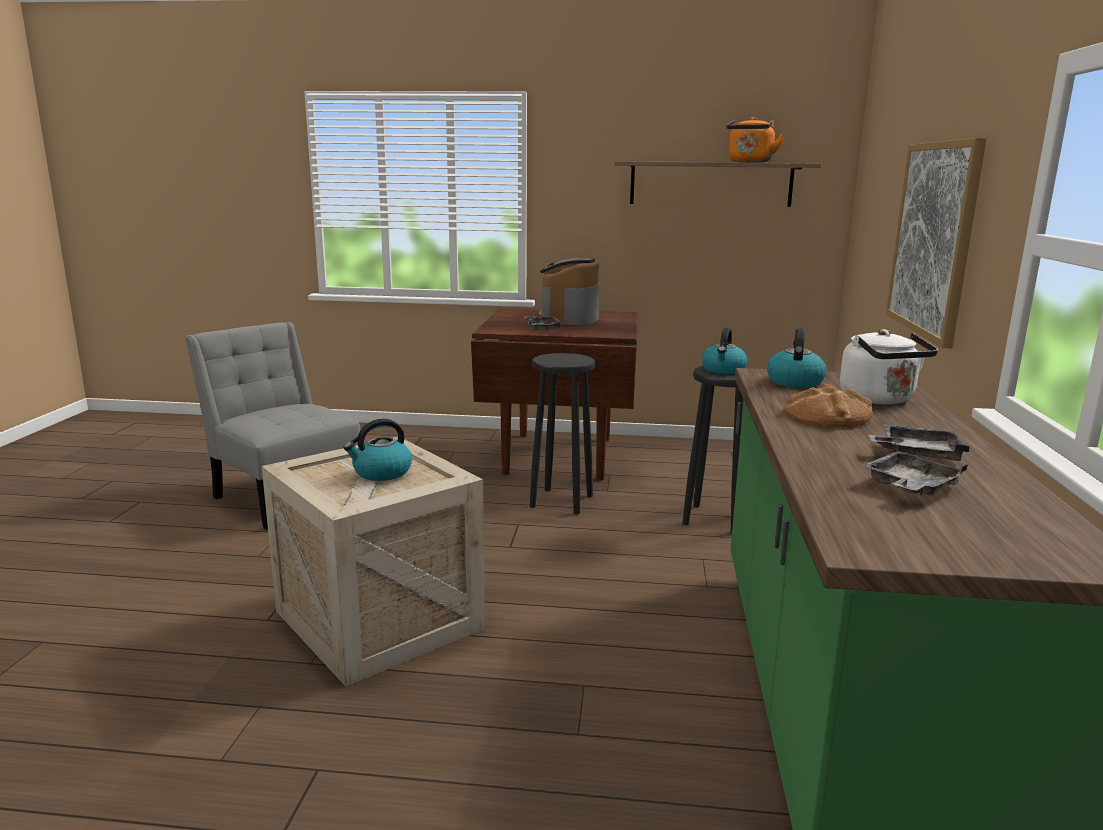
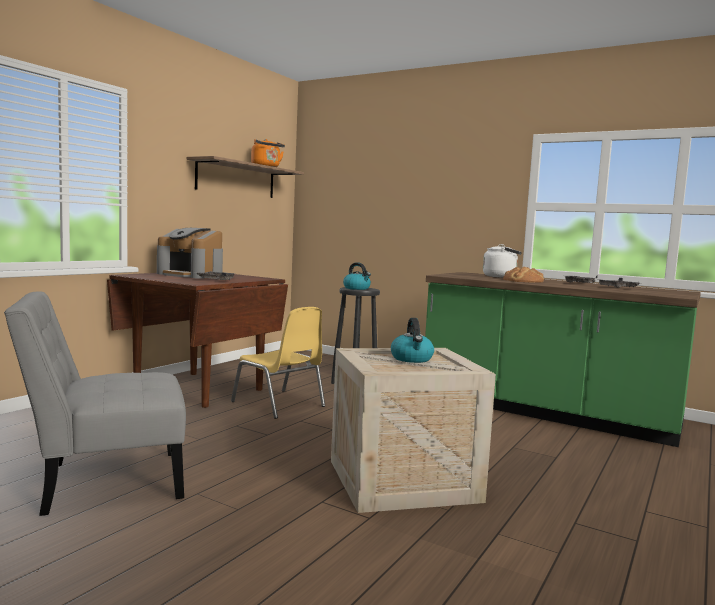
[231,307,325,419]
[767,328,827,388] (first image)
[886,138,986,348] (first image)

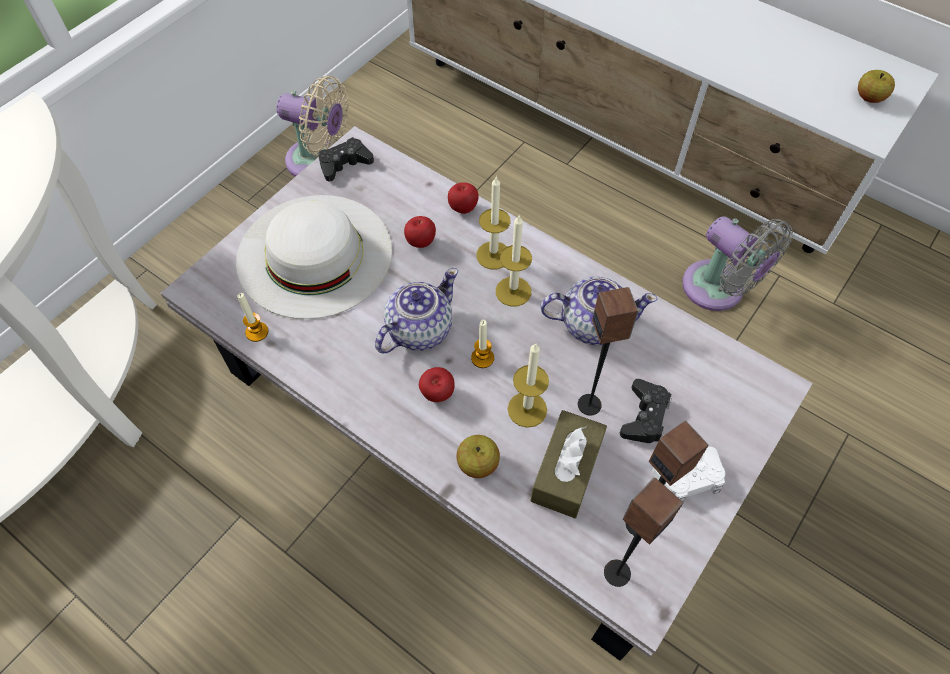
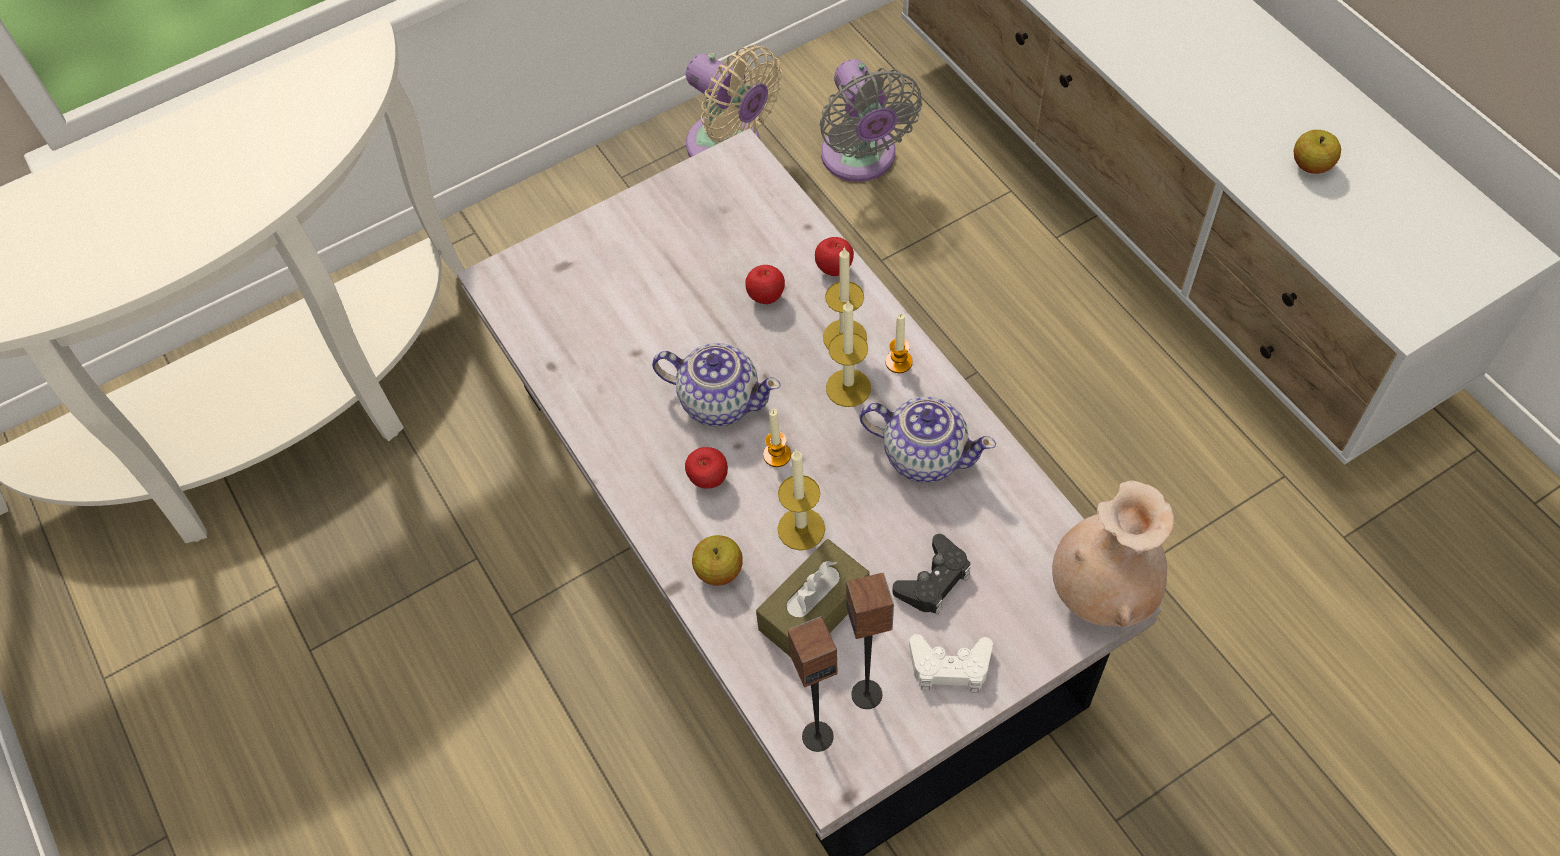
[652,343,781,426]
[820,59,922,182]
[885,314,913,373]
[1052,480,1174,627]
[1294,130,1341,174]
[236,195,392,319] (first image)
[319,137,374,181] (first image)
[578,287,638,416] (first image)

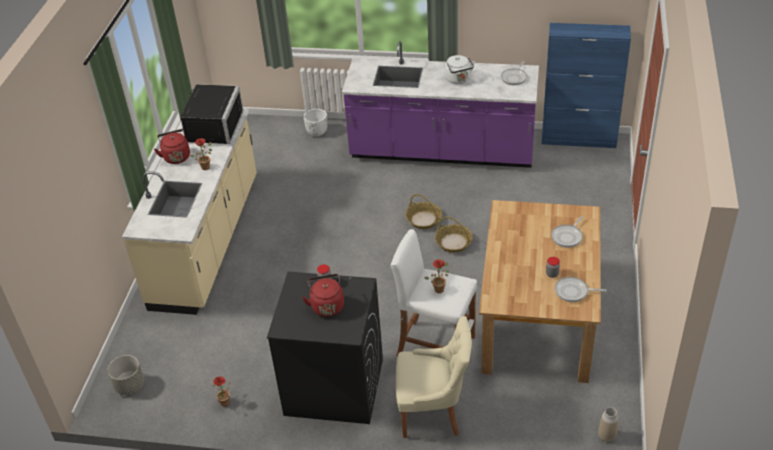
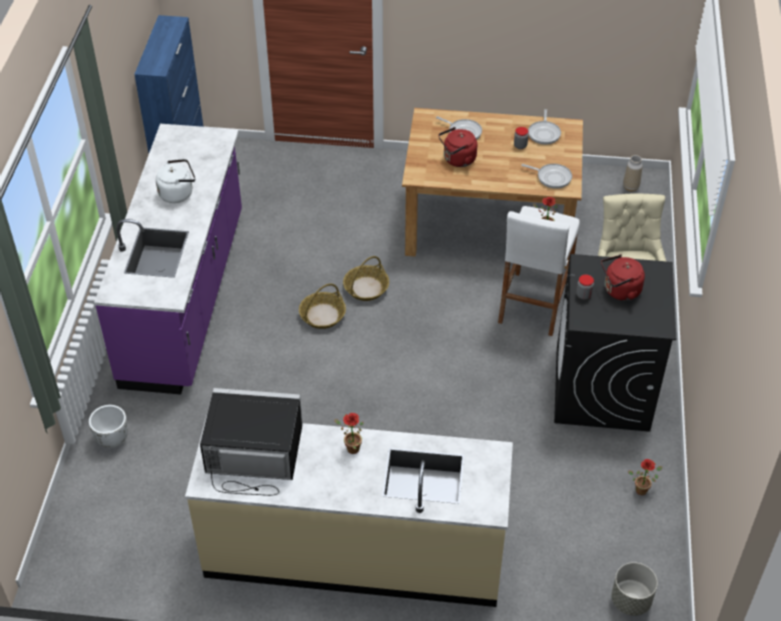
[438,127,477,167]
[521,164,572,189]

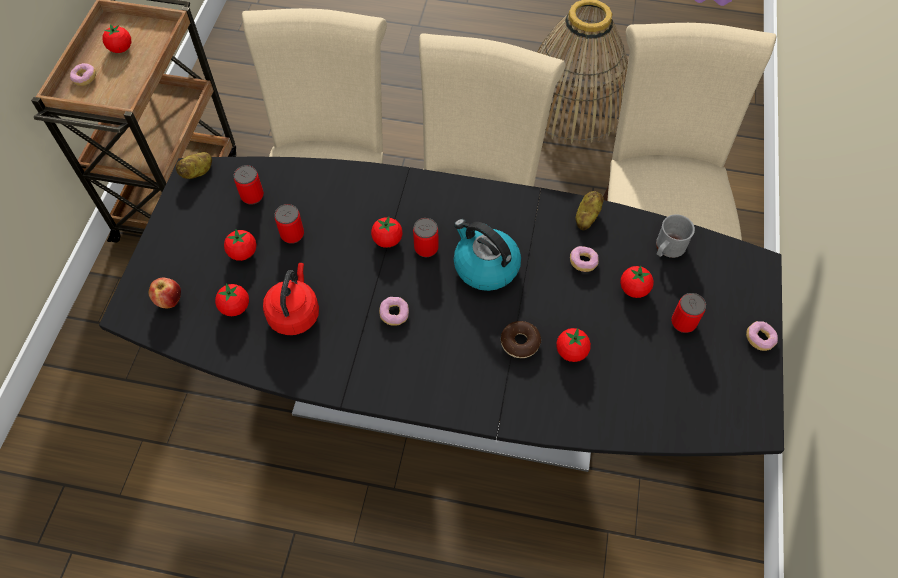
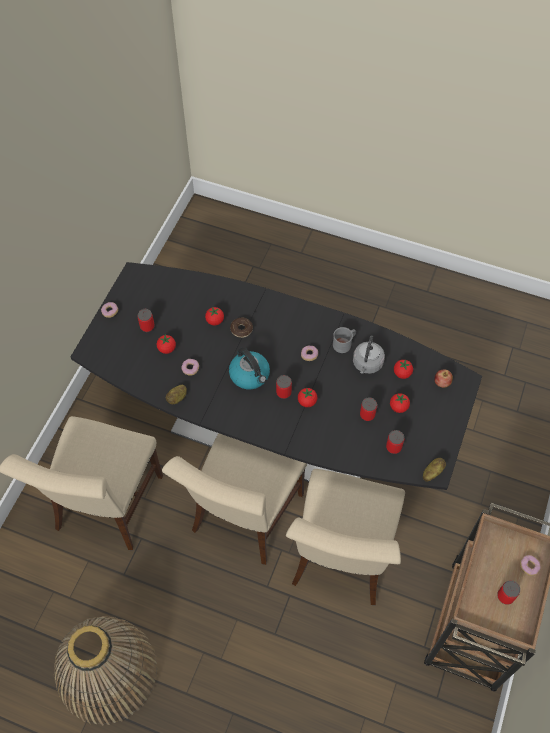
[333,327,356,353]
[353,335,385,374]
[497,580,520,605]

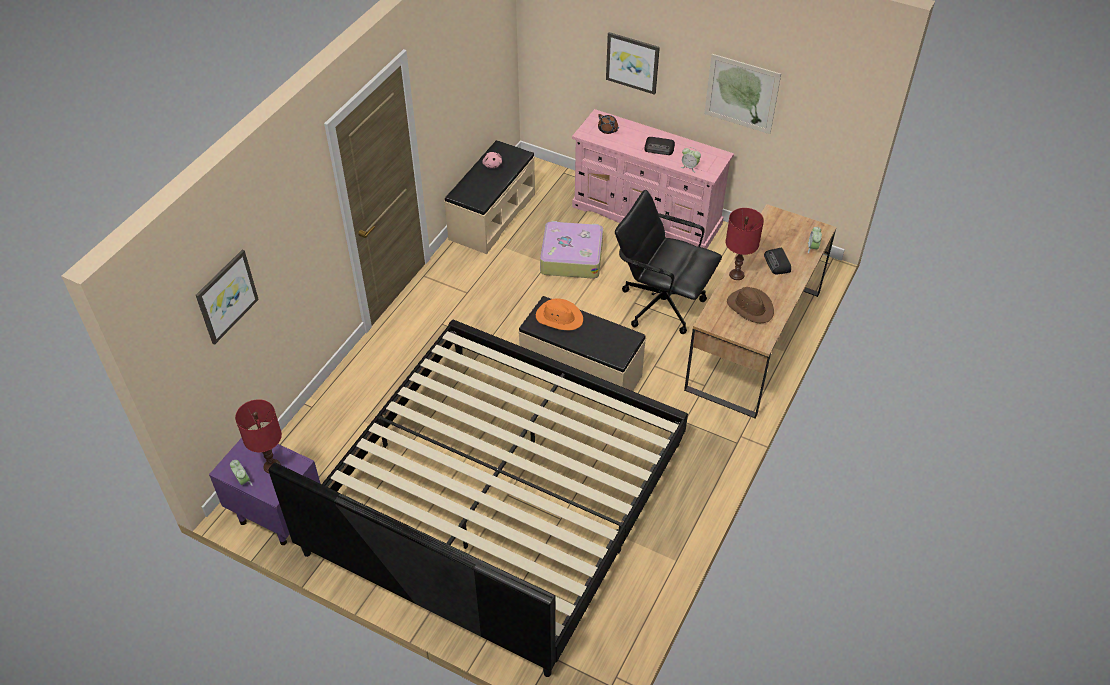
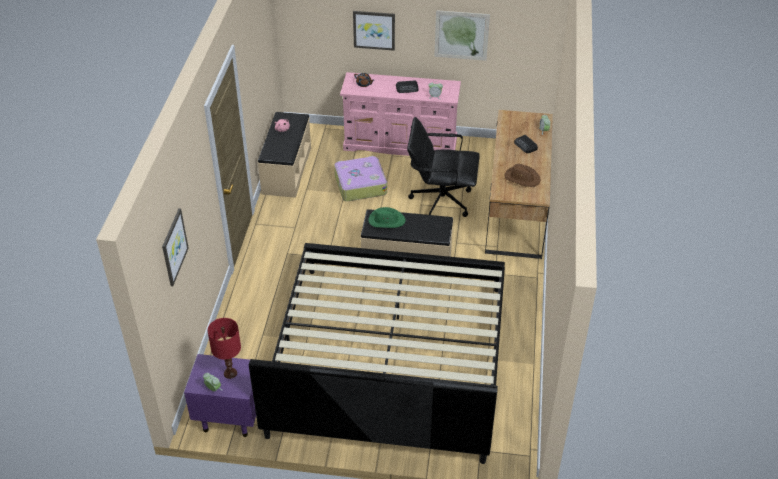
[368,207,406,228]
[726,208,764,280] (first image)

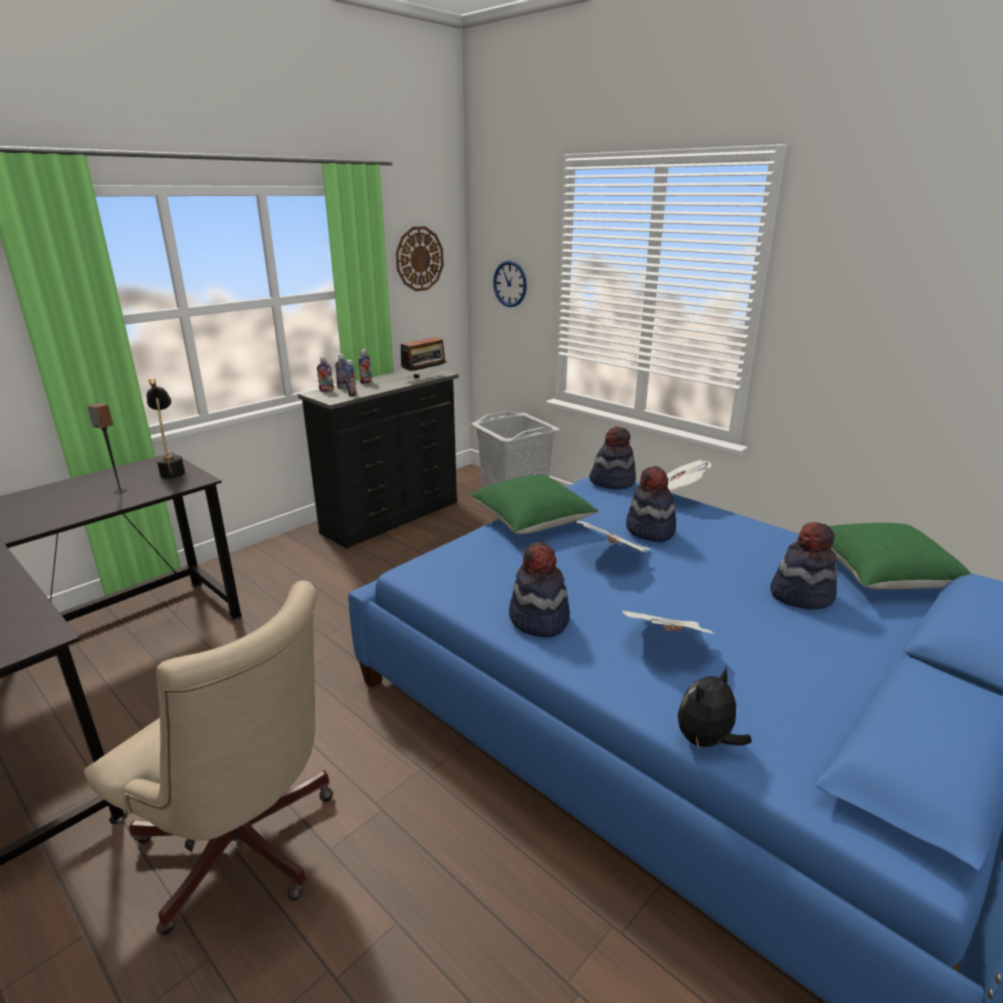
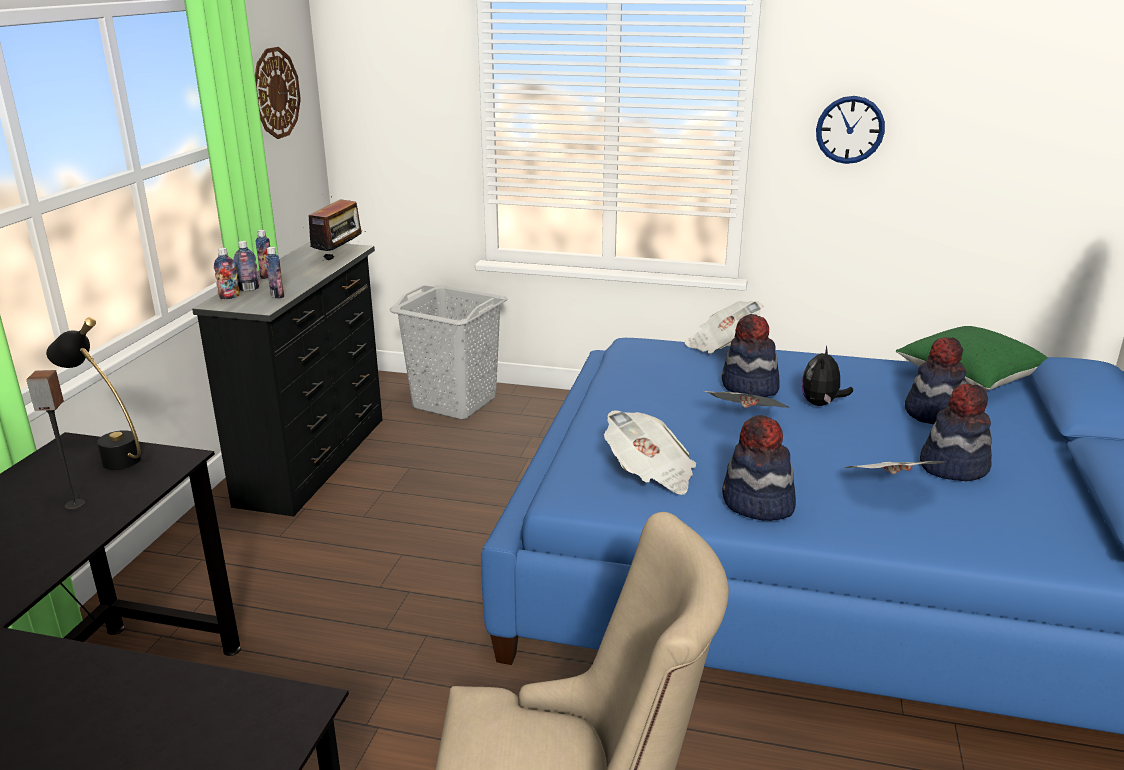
[604,410,696,495]
[802,346,853,406]
[816,96,885,164]
[920,384,992,481]
[469,475,598,534] (first image)

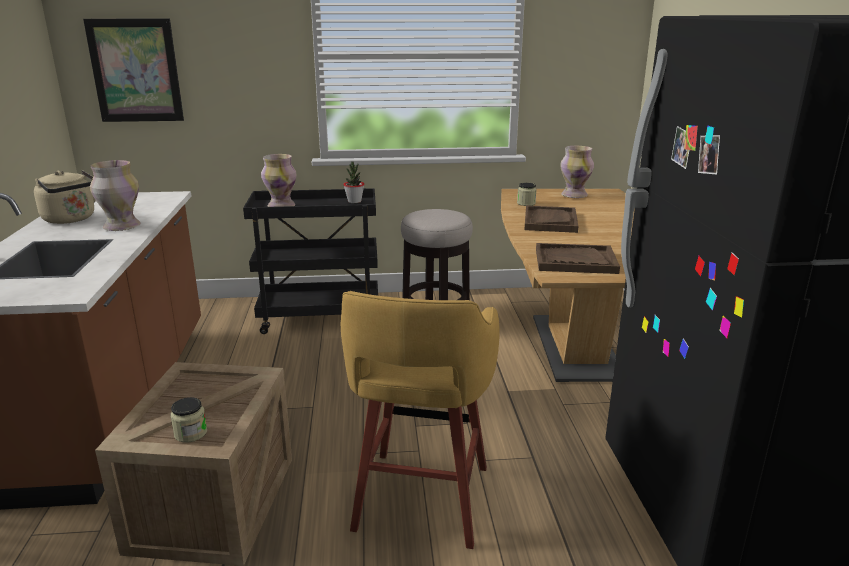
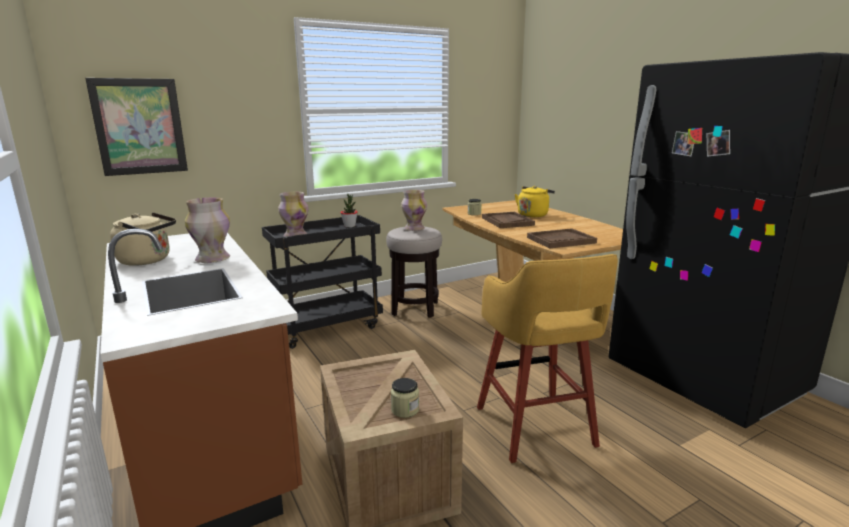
[401,190,427,231]
[515,186,555,217]

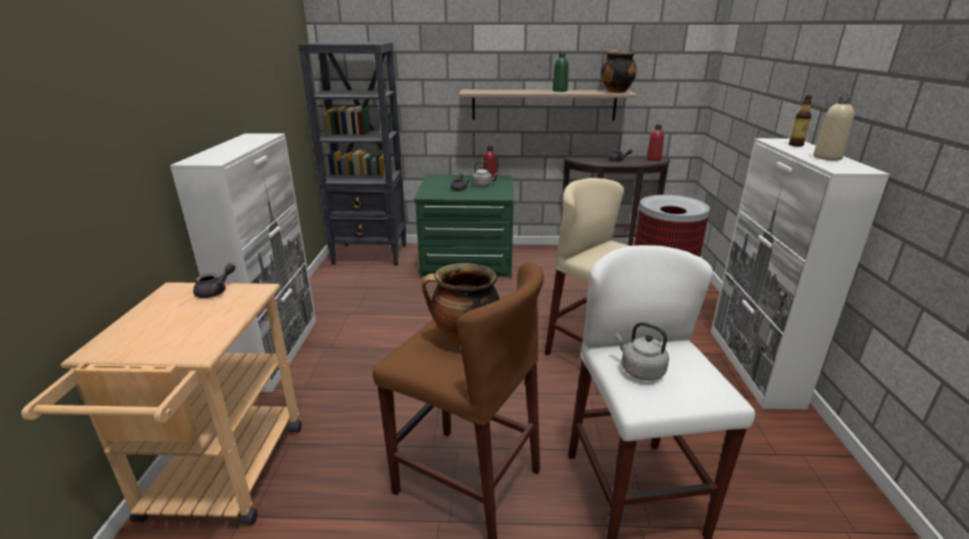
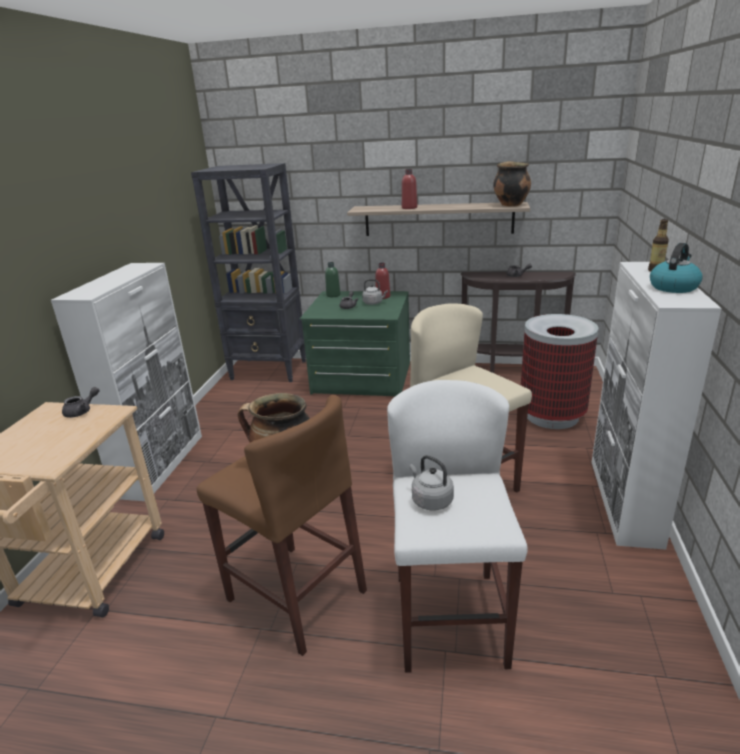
[325,262,341,297]
[402,169,417,209]
[650,243,703,293]

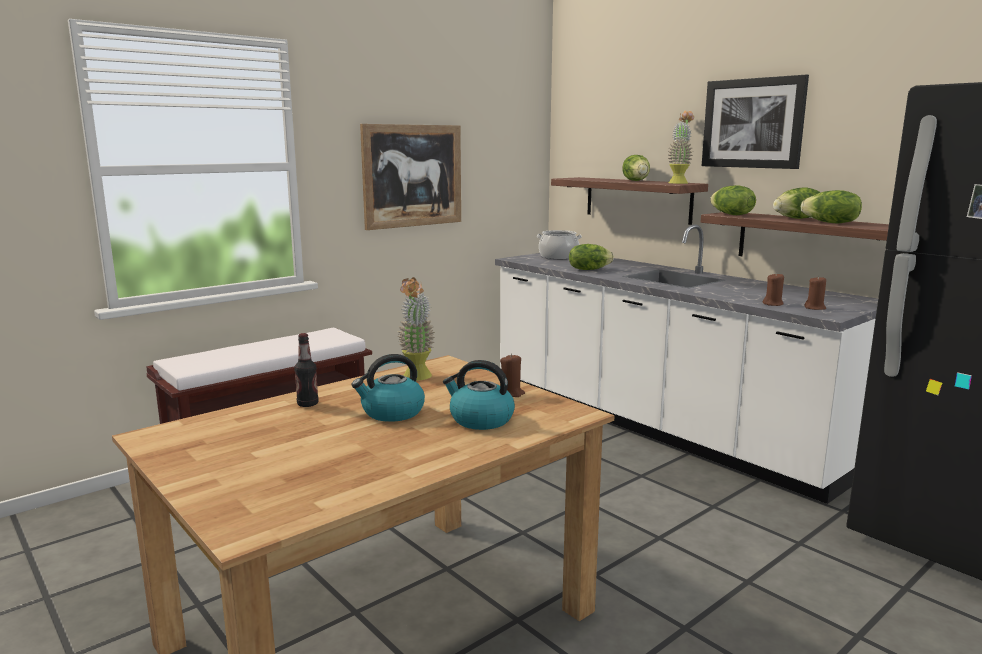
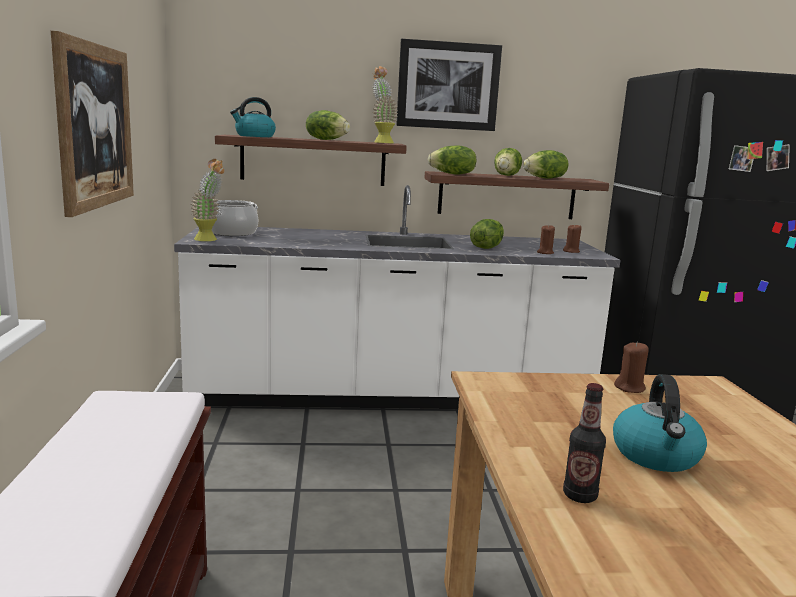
[190,159,224,241]
[230,97,276,137]
[470,219,504,249]

